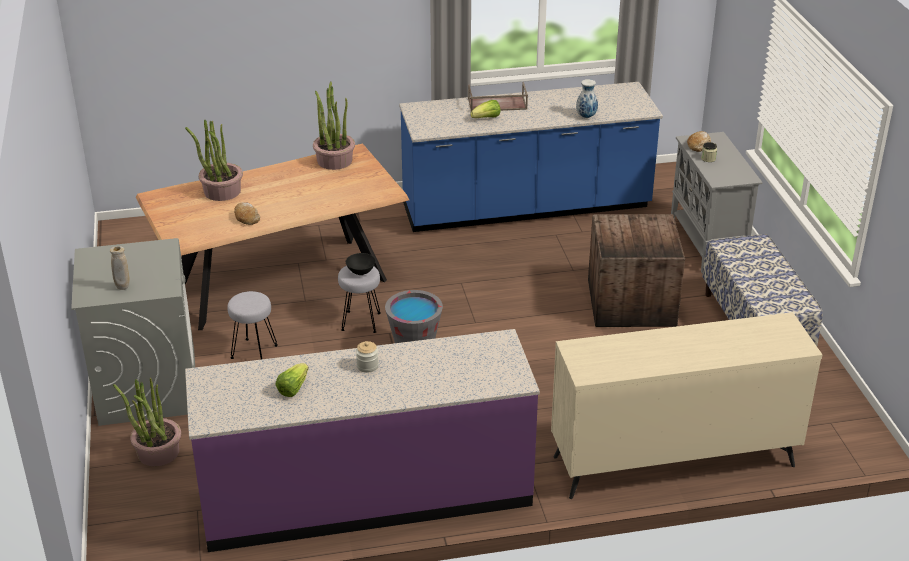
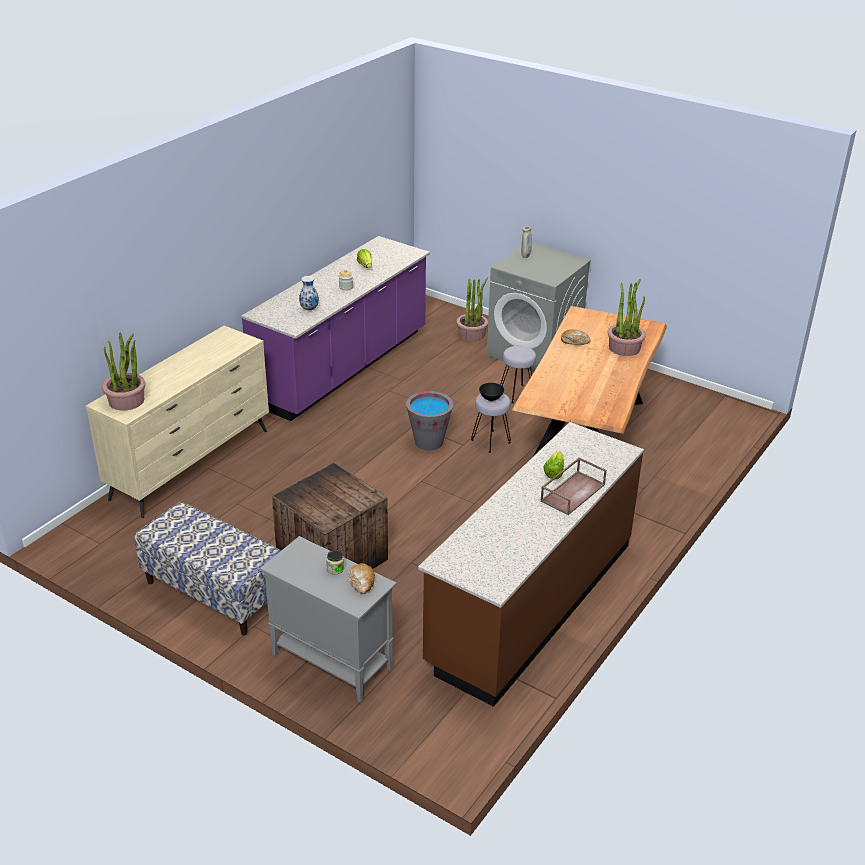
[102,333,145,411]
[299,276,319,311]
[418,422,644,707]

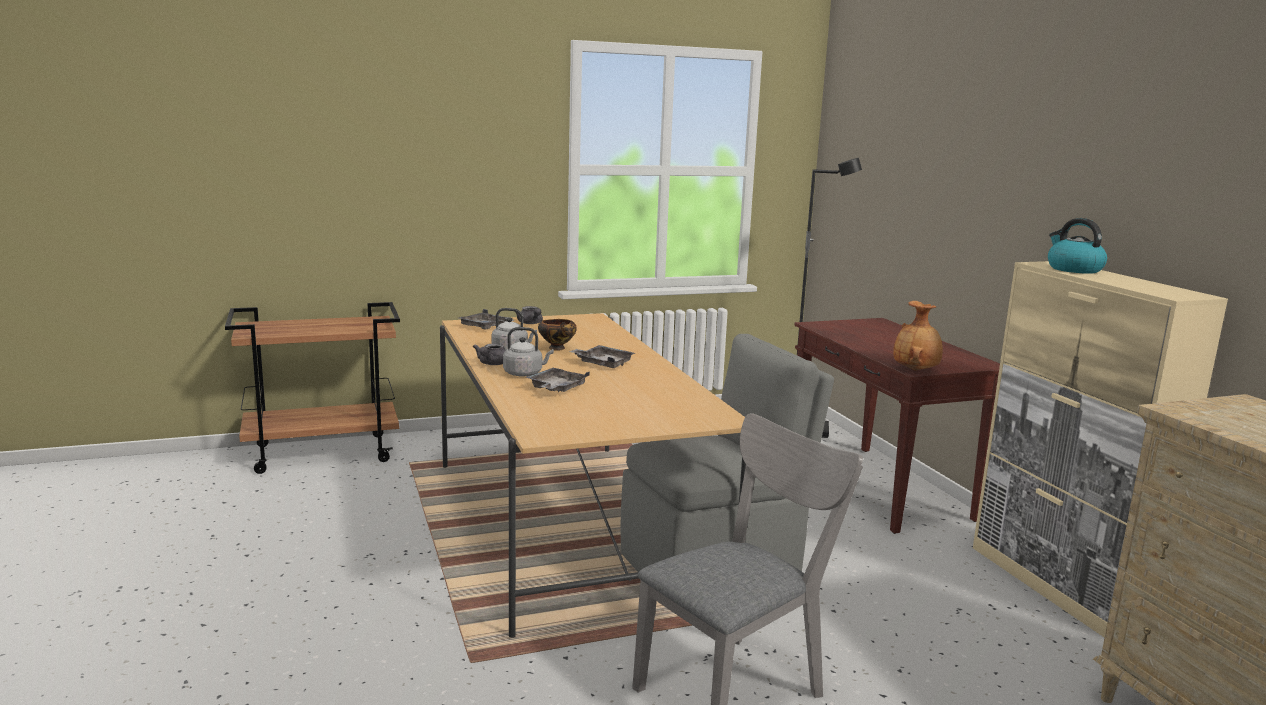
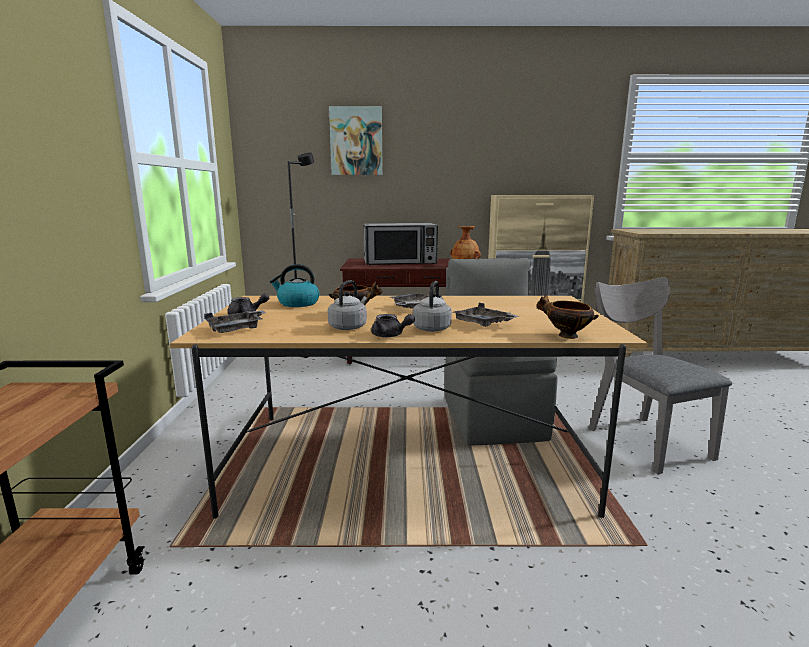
[270,264,320,307]
[329,106,383,175]
[363,223,438,265]
[536,295,599,339]

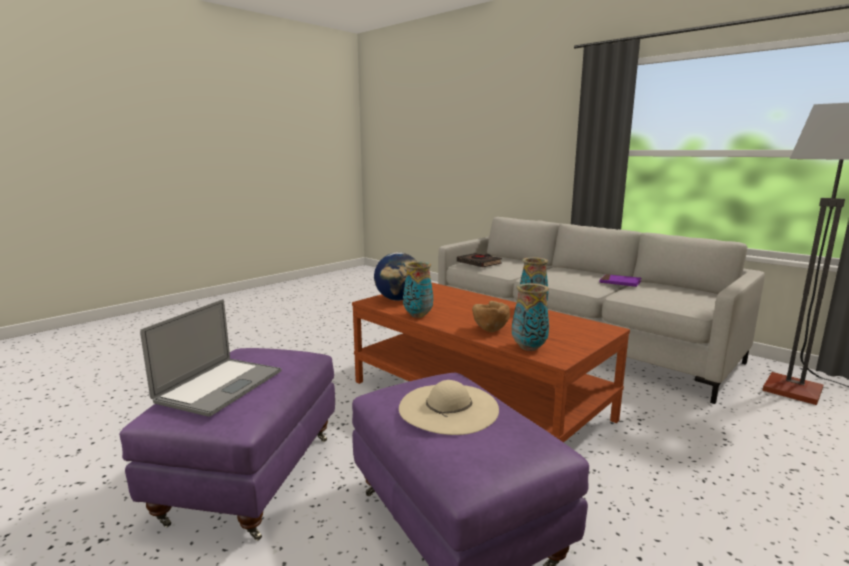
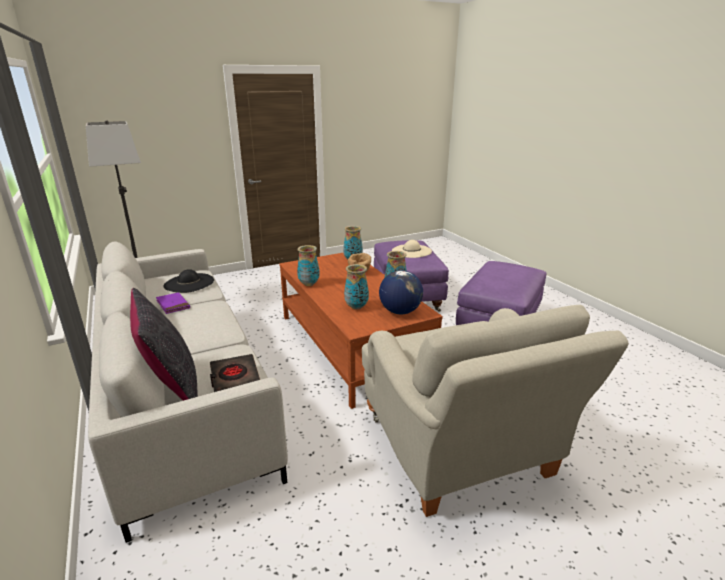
[130,288,198,401]
[163,269,214,293]
[344,264,369,310]
[362,305,629,517]
[140,299,282,417] (first image)

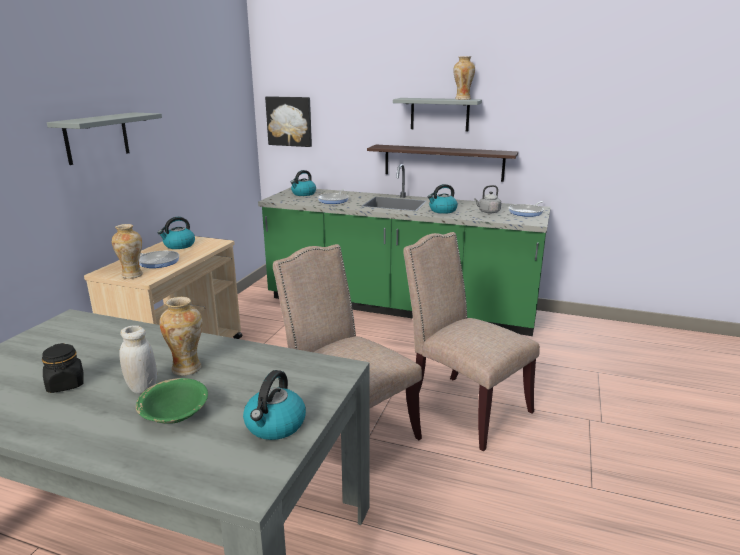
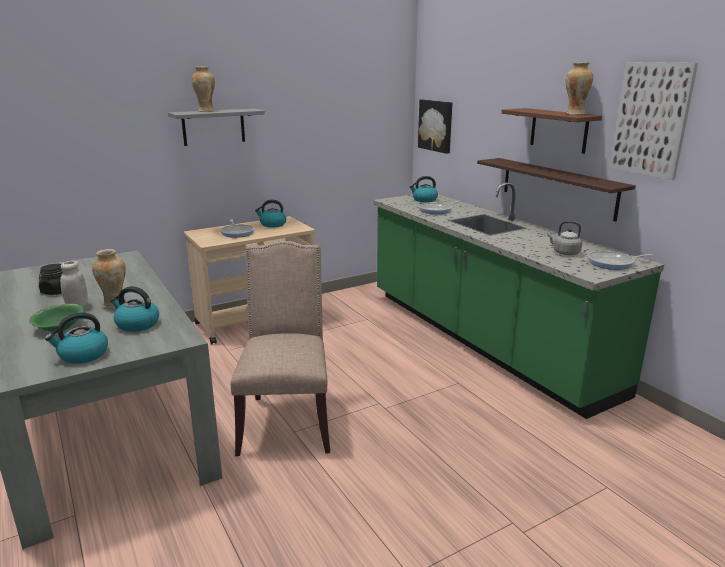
[110,286,159,332]
[192,67,215,112]
[501,108,602,154]
[610,62,698,180]
[403,232,540,451] (first image)

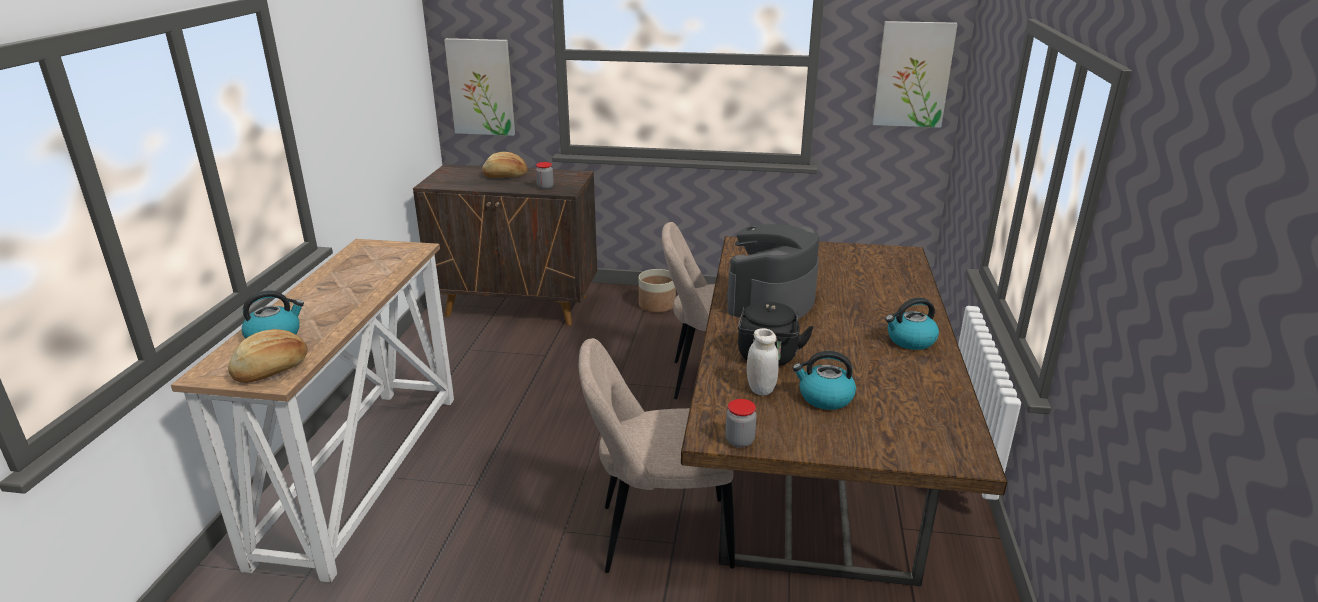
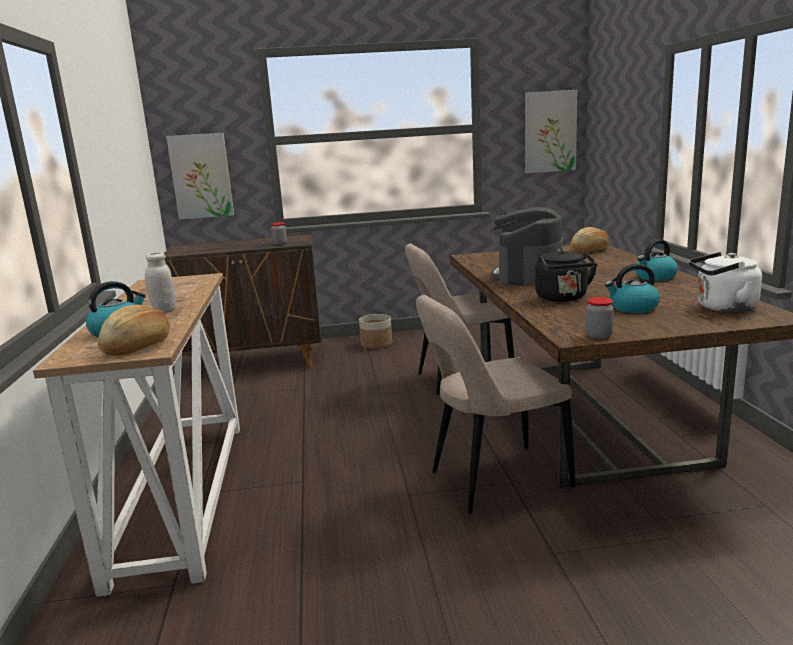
[145,252,176,312]
[570,227,609,253]
[689,252,762,312]

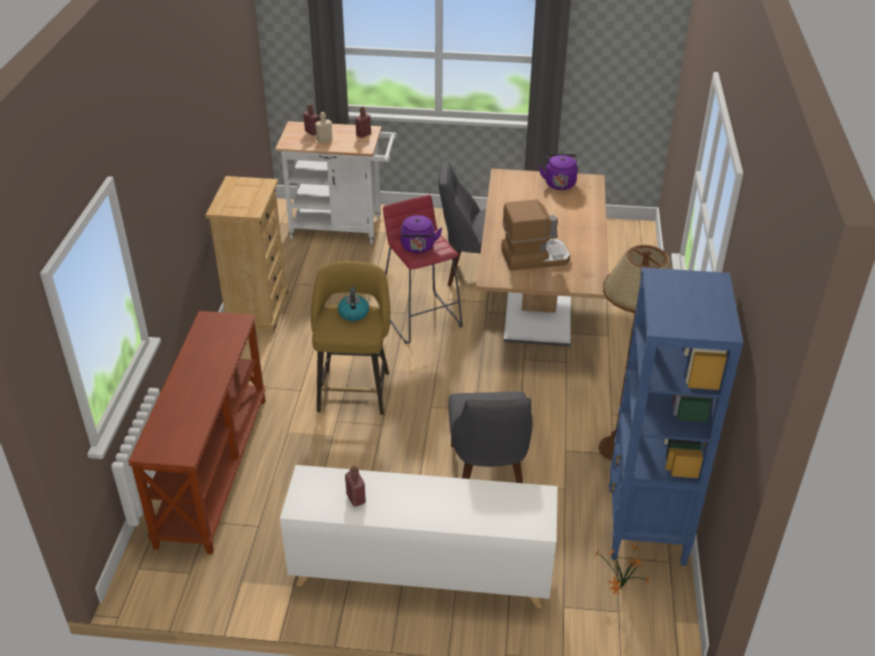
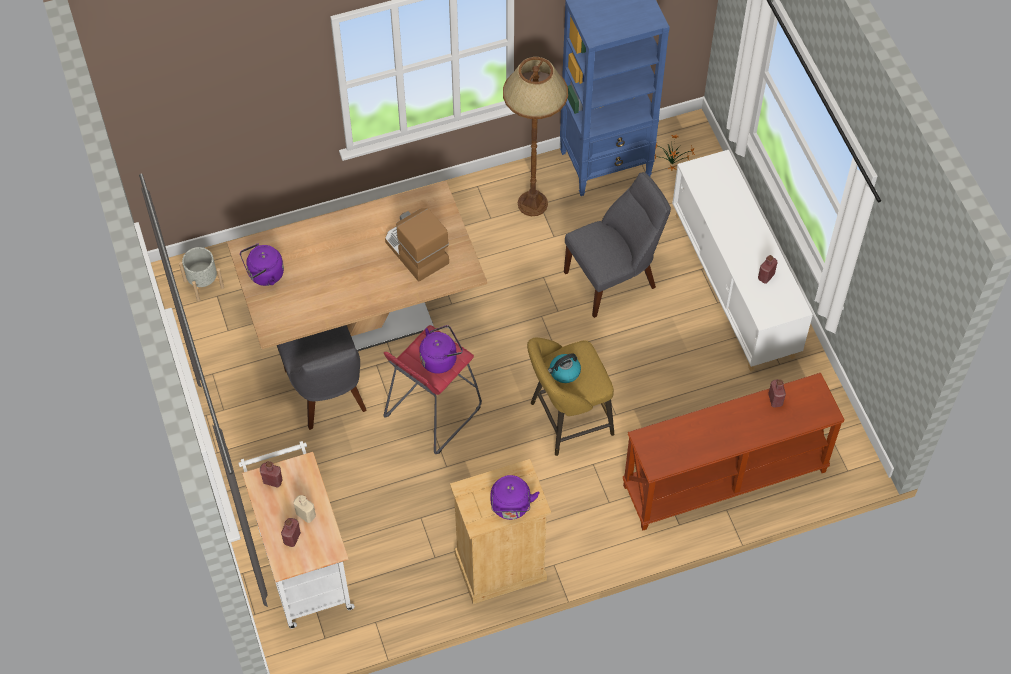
[179,247,224,302]
[490,475,539,520]
[768,379,786,408]

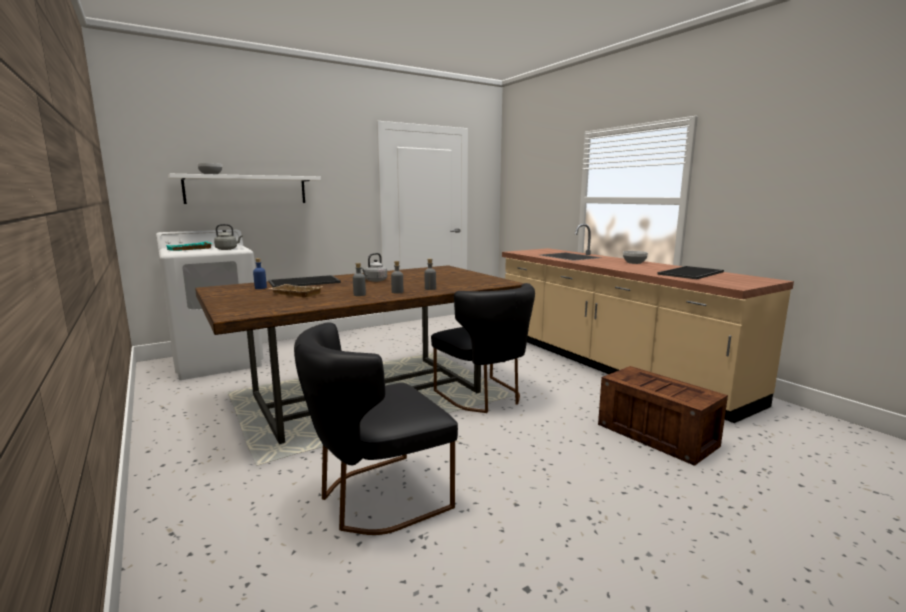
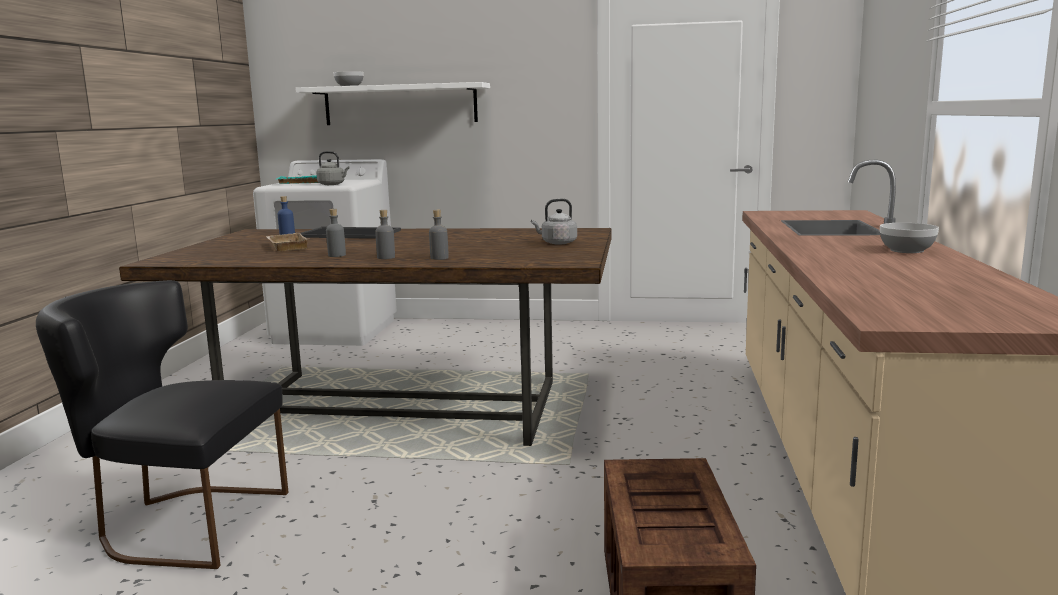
[531,199,577,244]
[431,283,535,413] (first image)
[657,266,724,279] (first image)

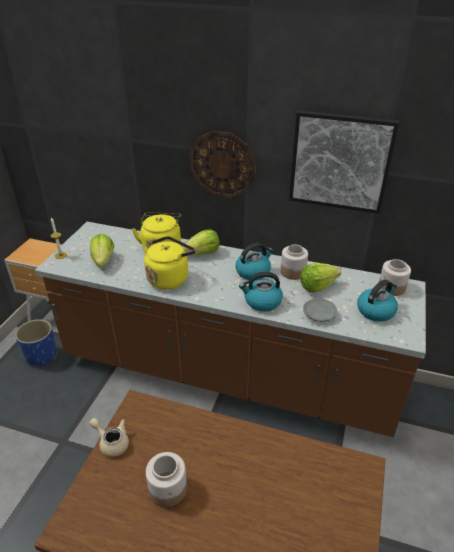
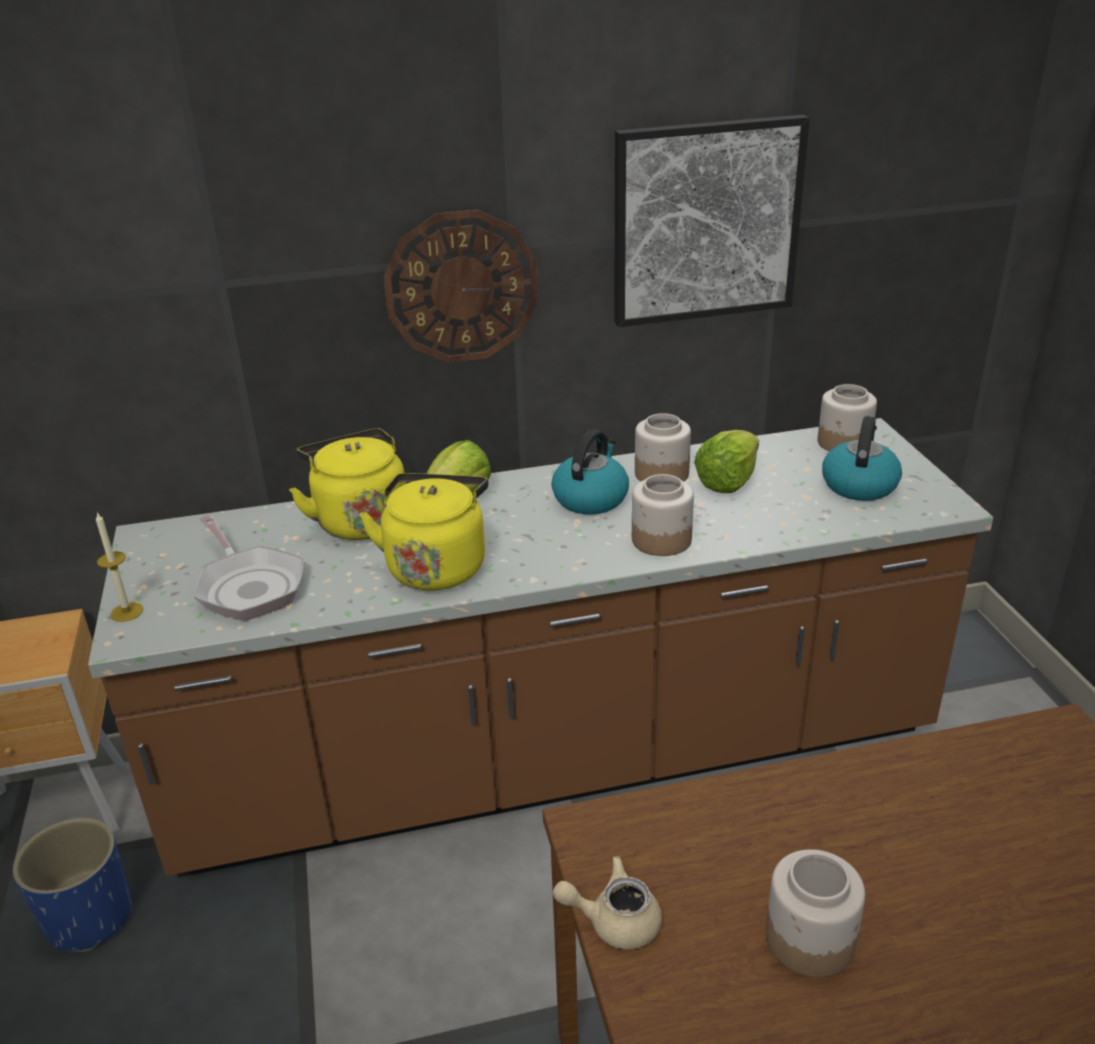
[194,515,304,620]
[632,474,694,556]
[303,298,337,322] (first image)

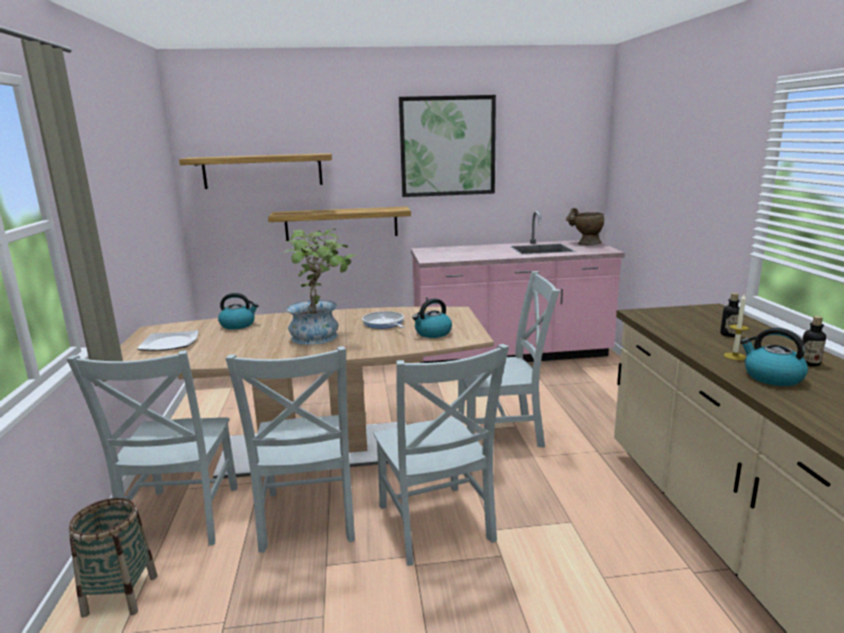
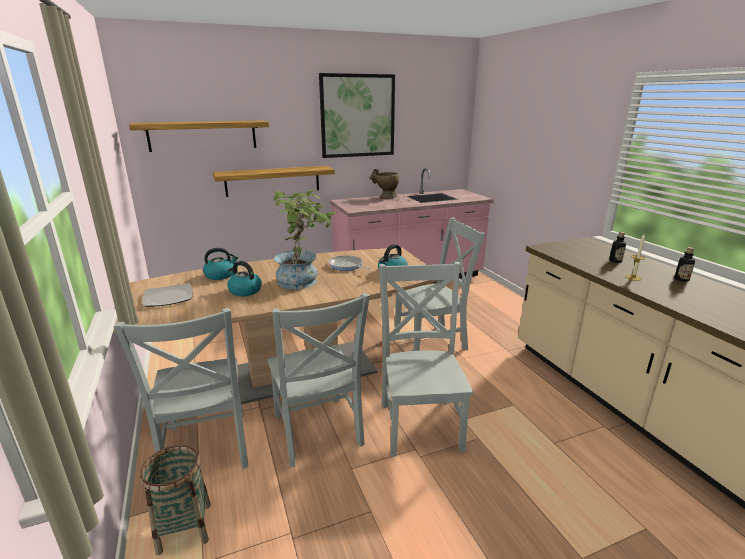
[227,261,262,296]
[370,169,399,199]
[379,262,473,457]

